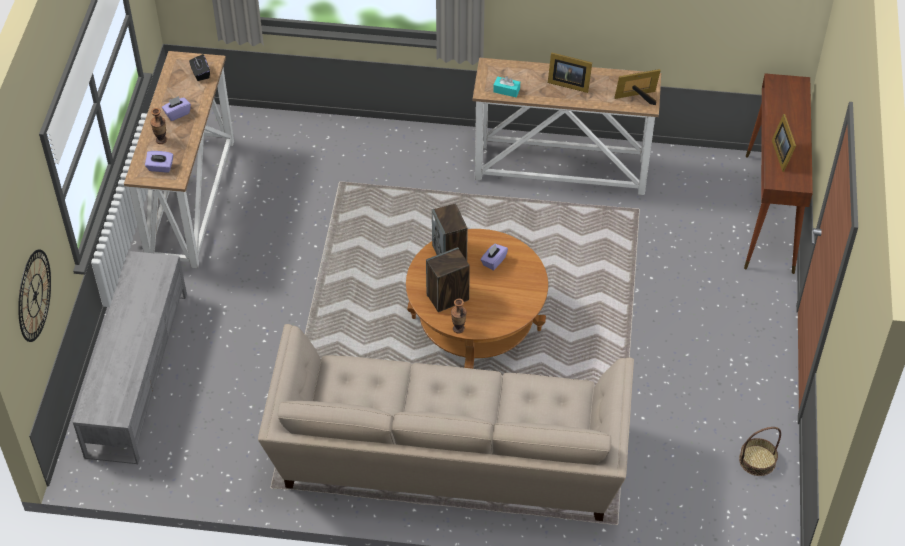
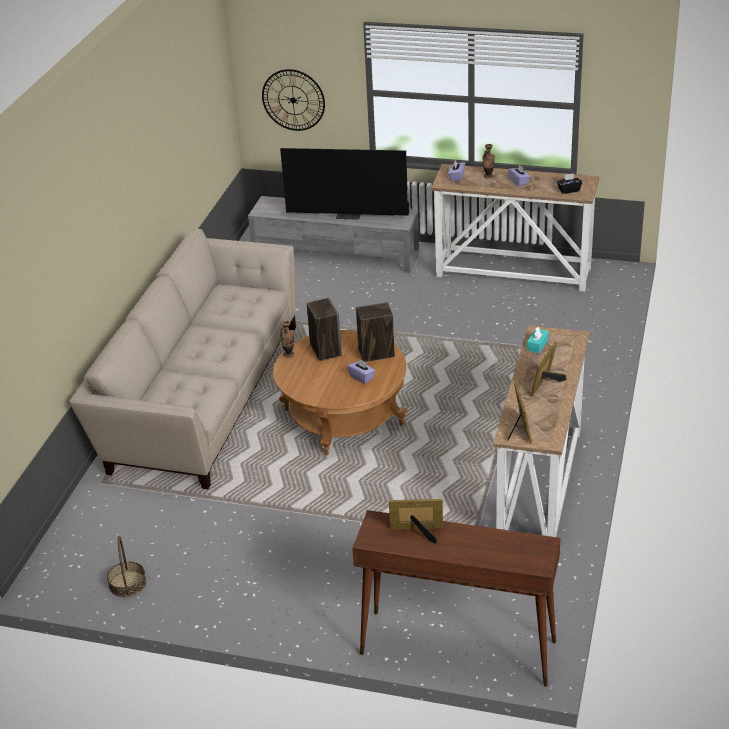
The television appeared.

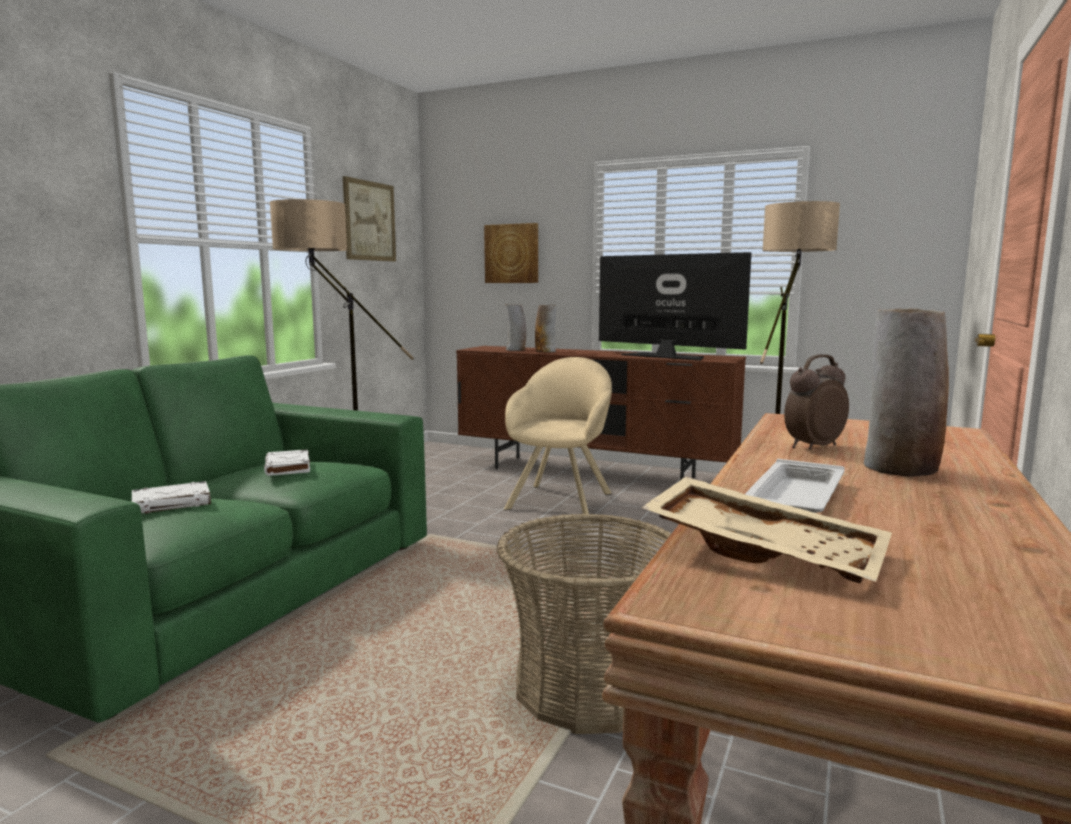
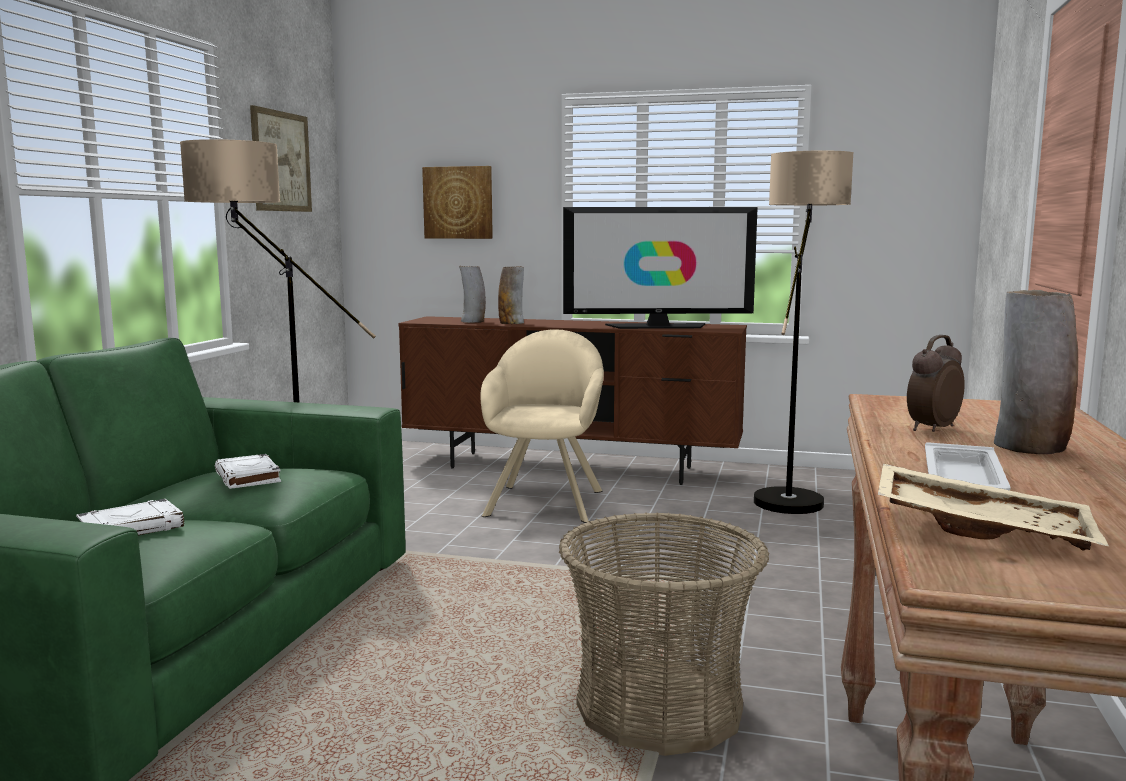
The television turned 150 degrees clockwise.

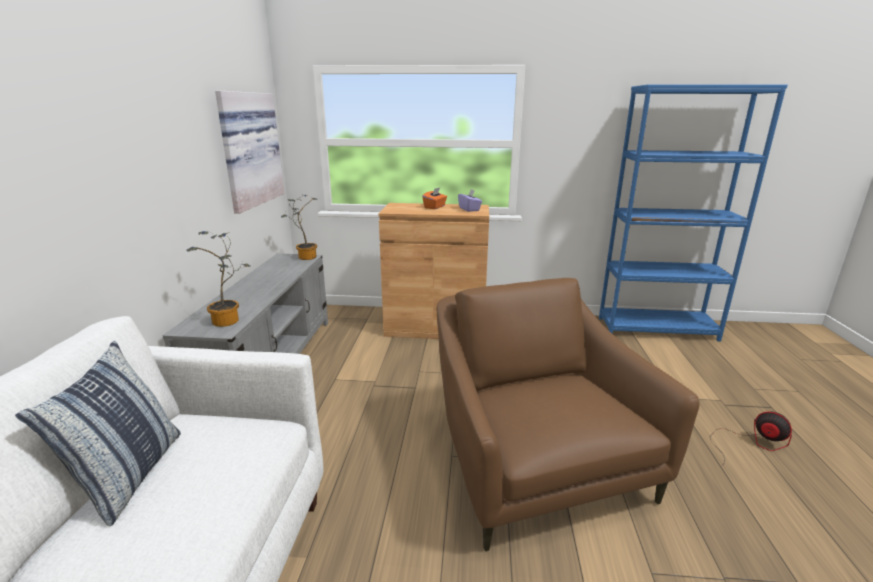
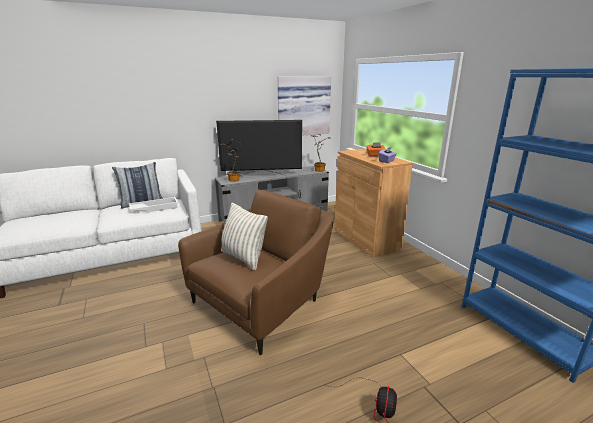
The white tray appeared. The television appeared. The pillow (no. 2 from left) appeared.

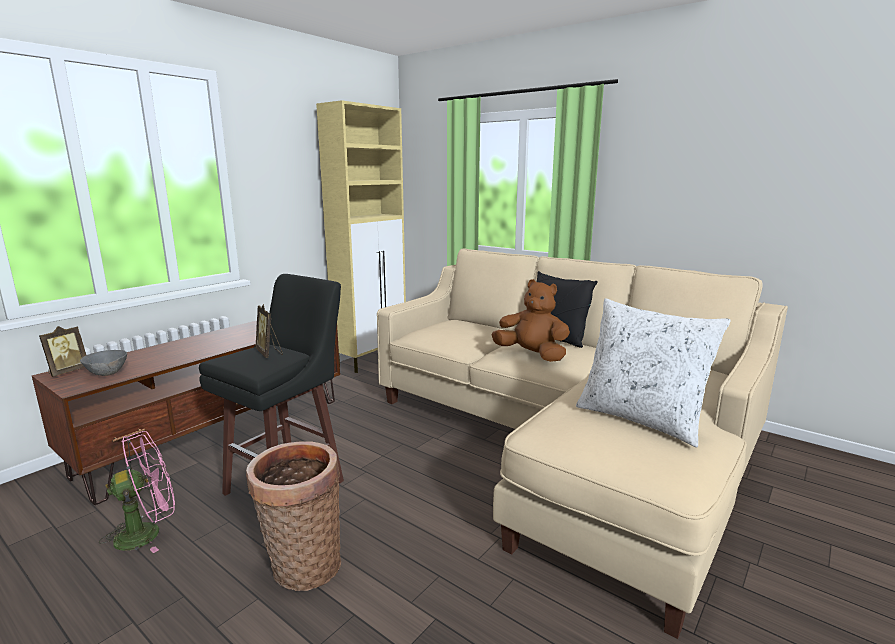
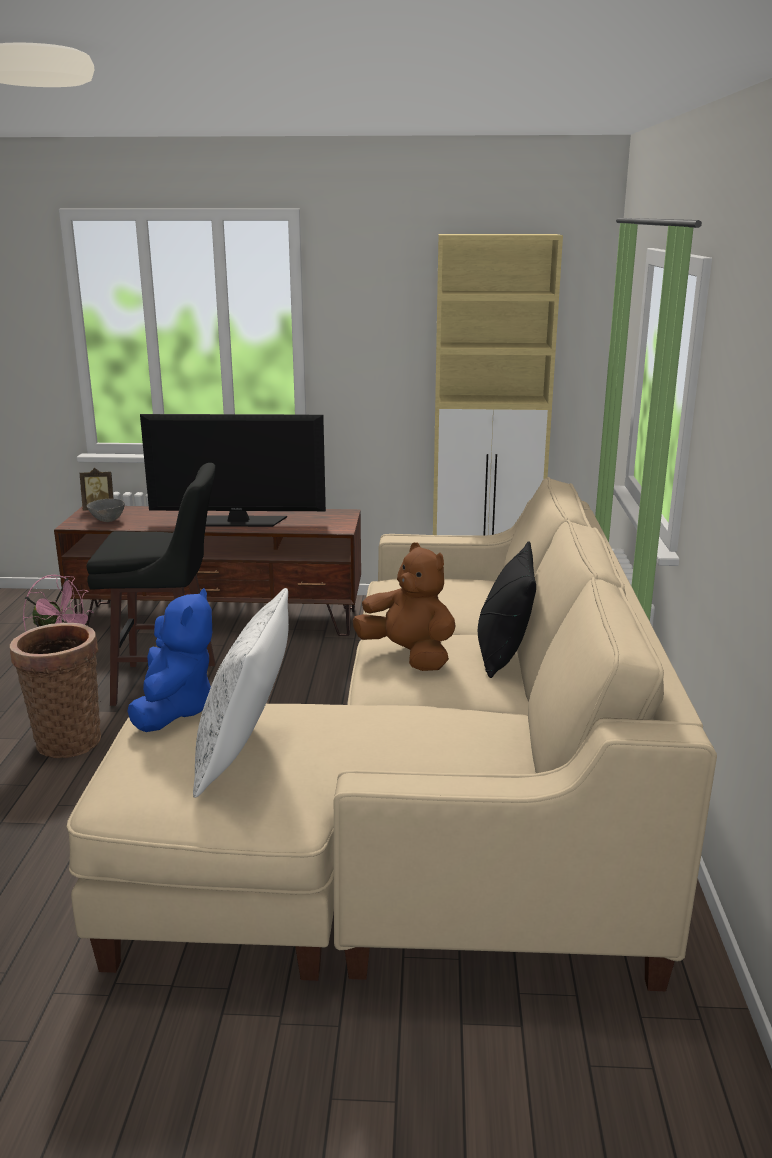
The blue plush toy appeared. The television appeared. The brown plush toy turned 45 degrees counterclockwise. The picture frame (no. 2 from left) disappeared.

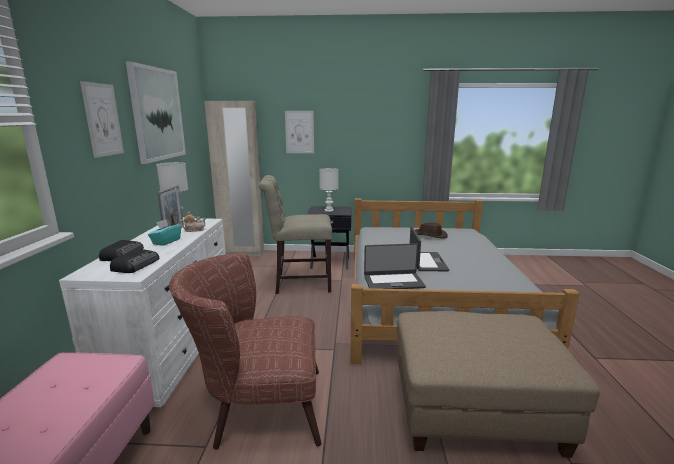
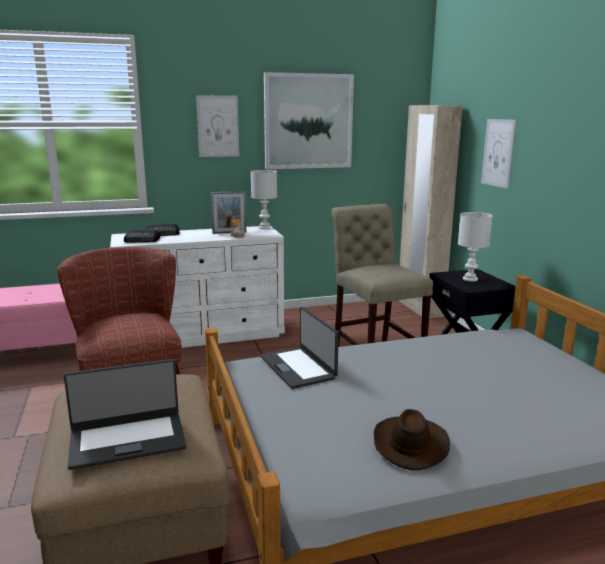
The laptop (no. 2 from left in the first image) moved. The brown hat moved. The turquoise tissue box disappeared.

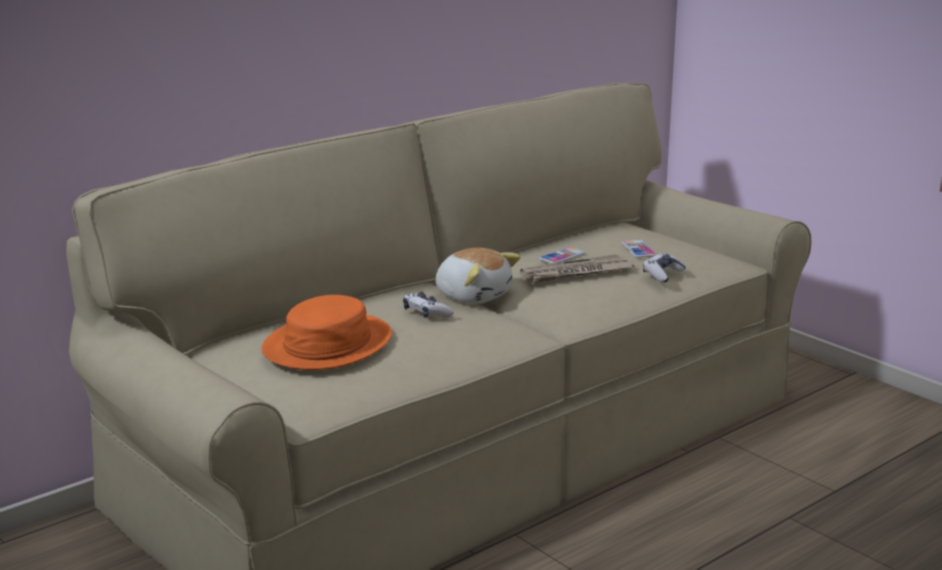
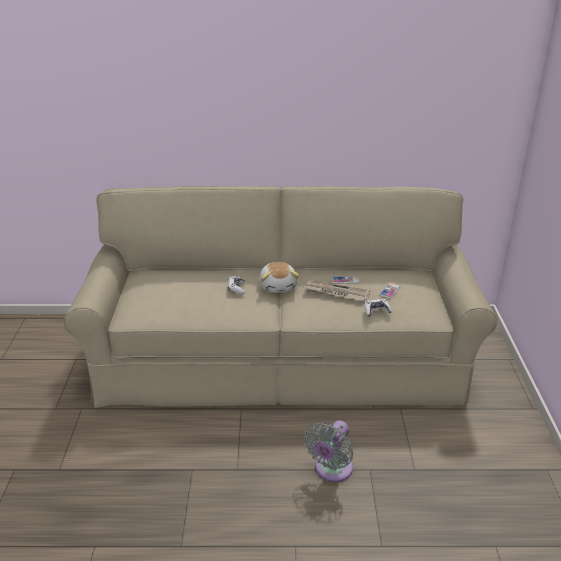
The grey fan appeared. The orange hat disappeared.

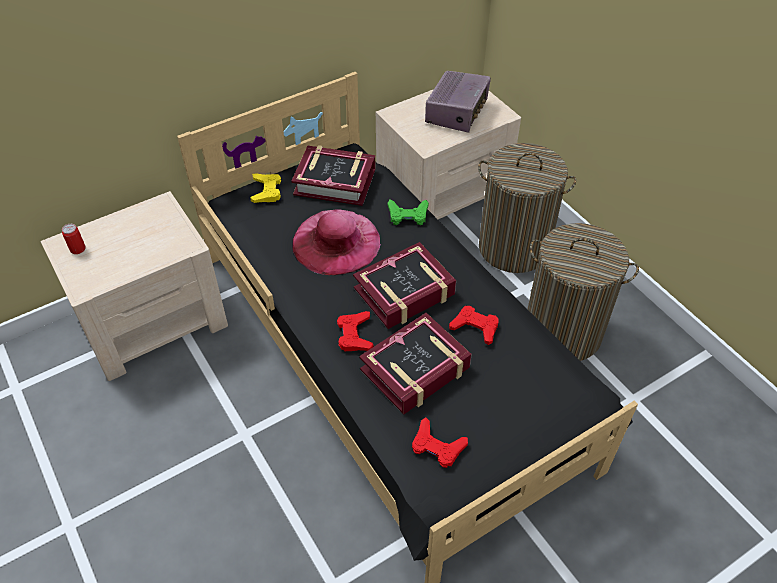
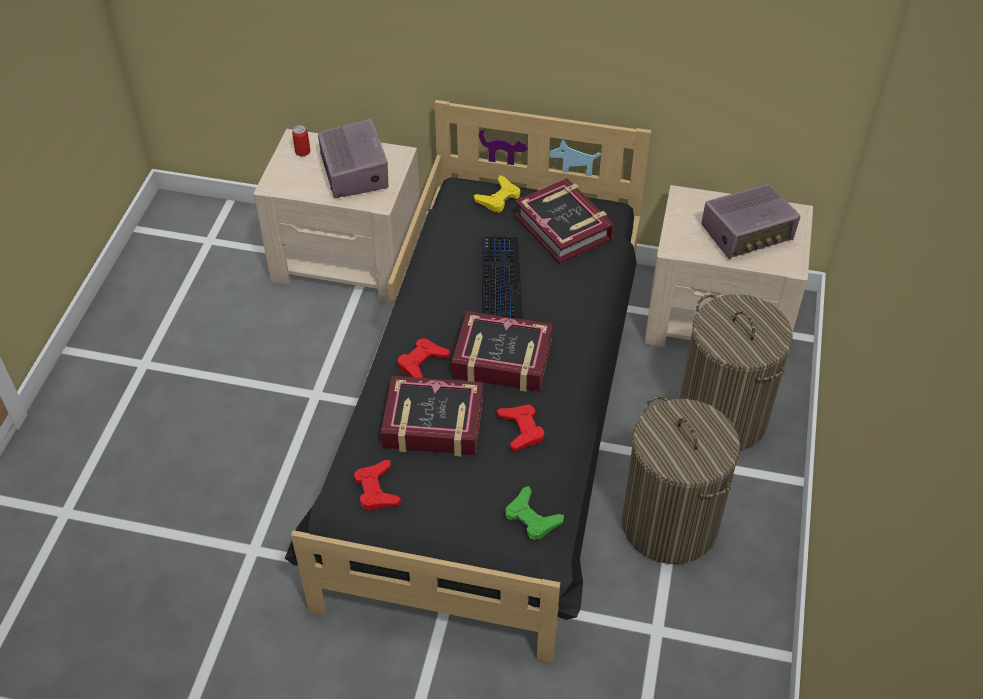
The radio (no. 1 from left) appeared. The pink hat was replaced by the keyboard. The green game controller moved.

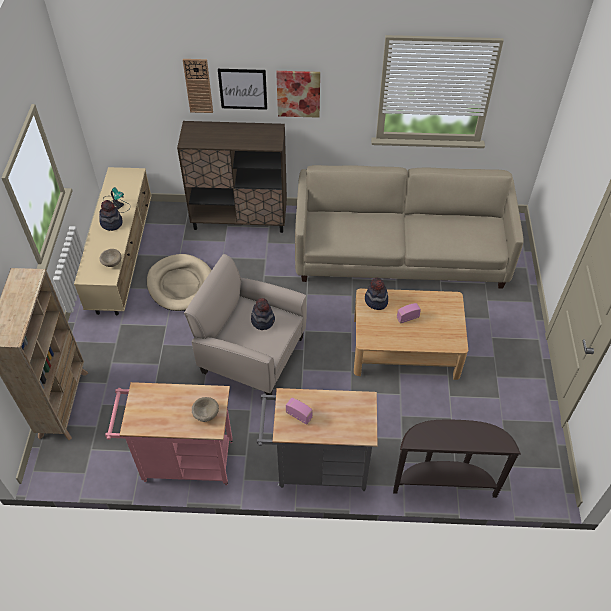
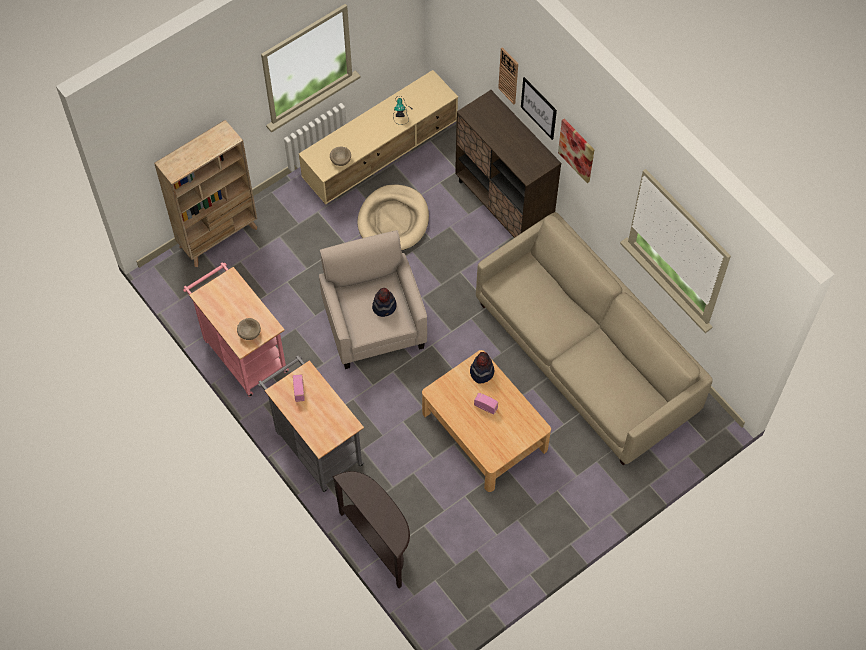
The hat (no. 1 from left) disappeared.

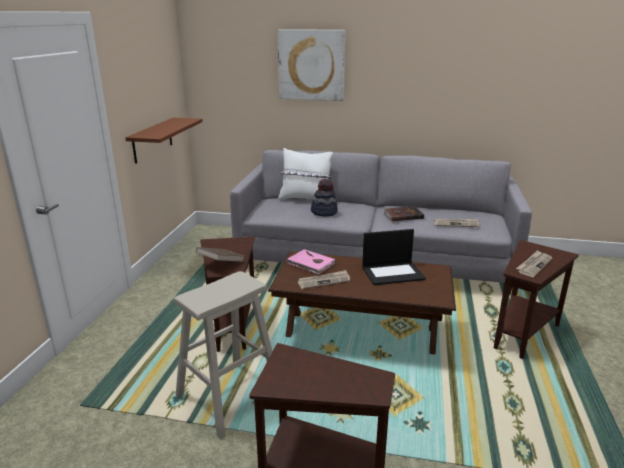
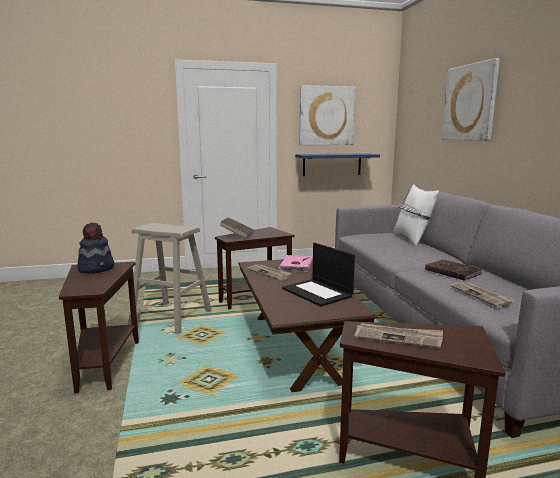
The hat moved. The brown shelf became the blue shelf. The picture (no. 1 from left) appeared.

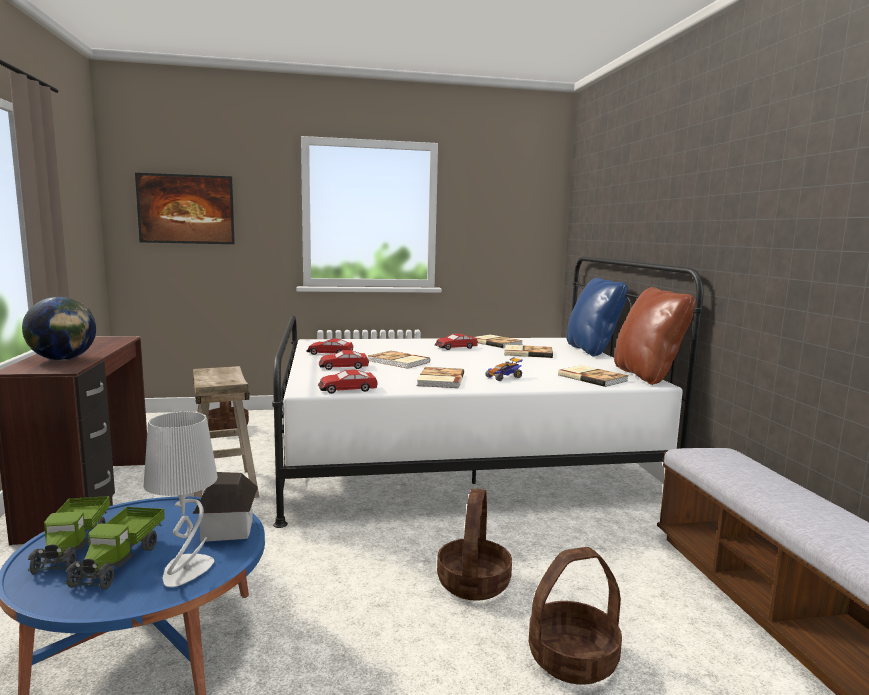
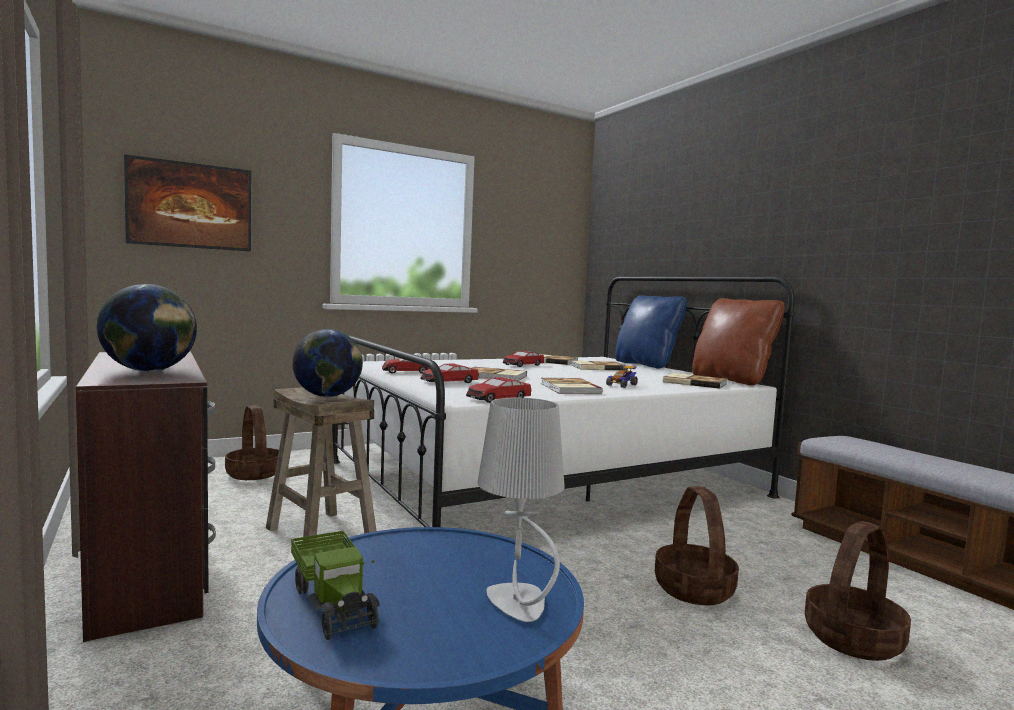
The globe (no. 2 from left) appeared. The toy truck (no. 2 from left) disappeared. The toy house disappeared.

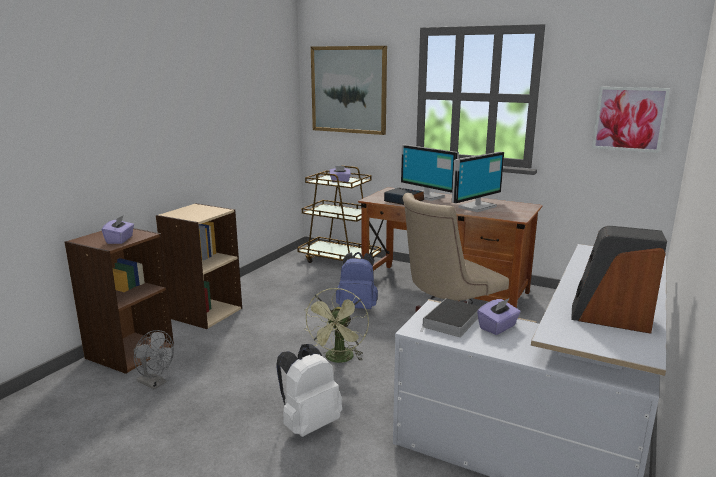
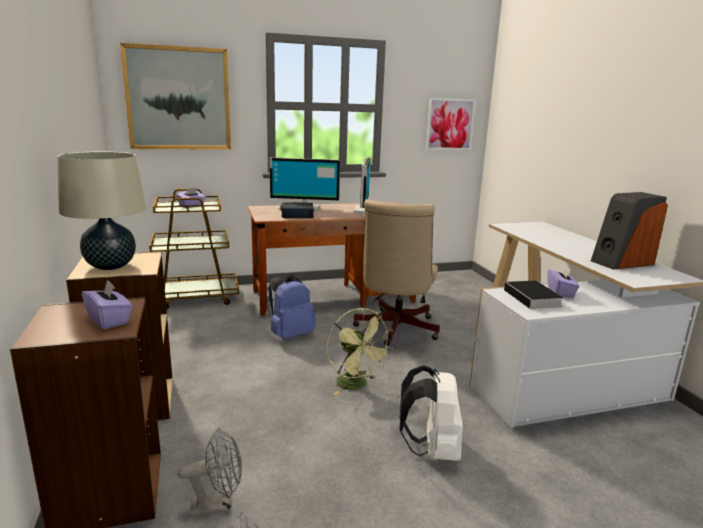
The beige table lamp appeared.

